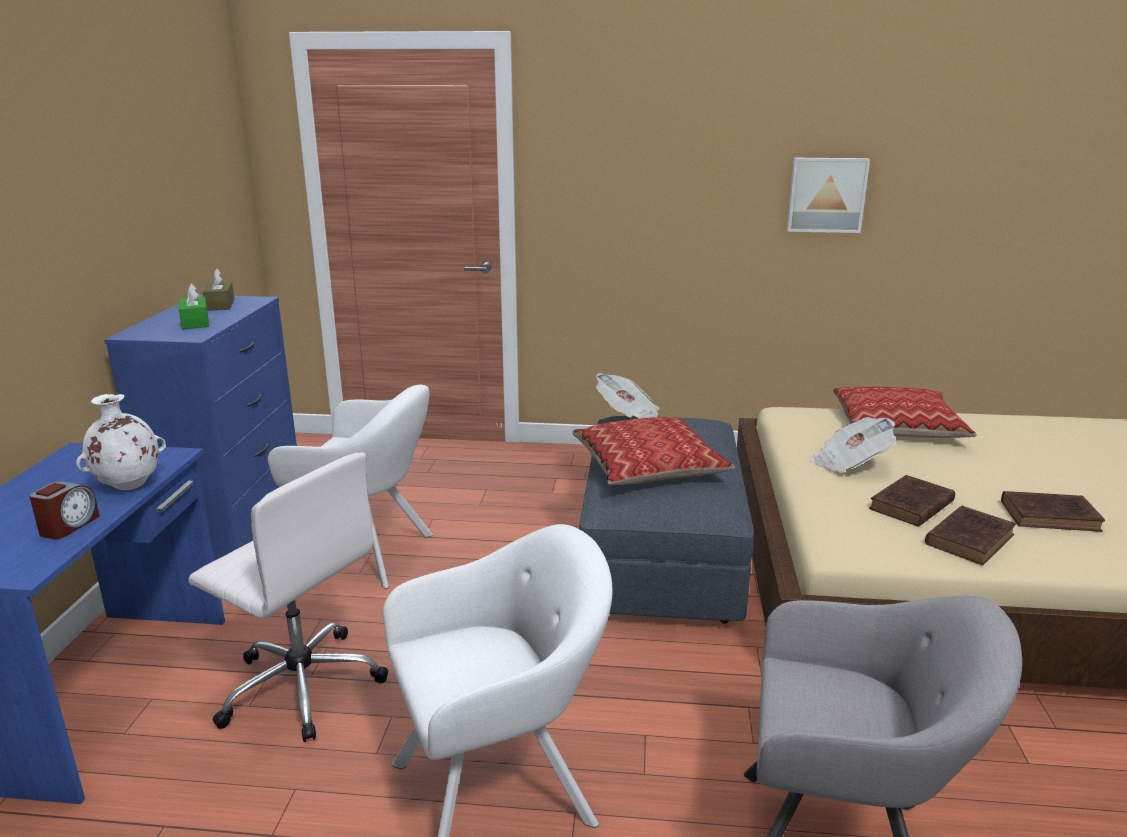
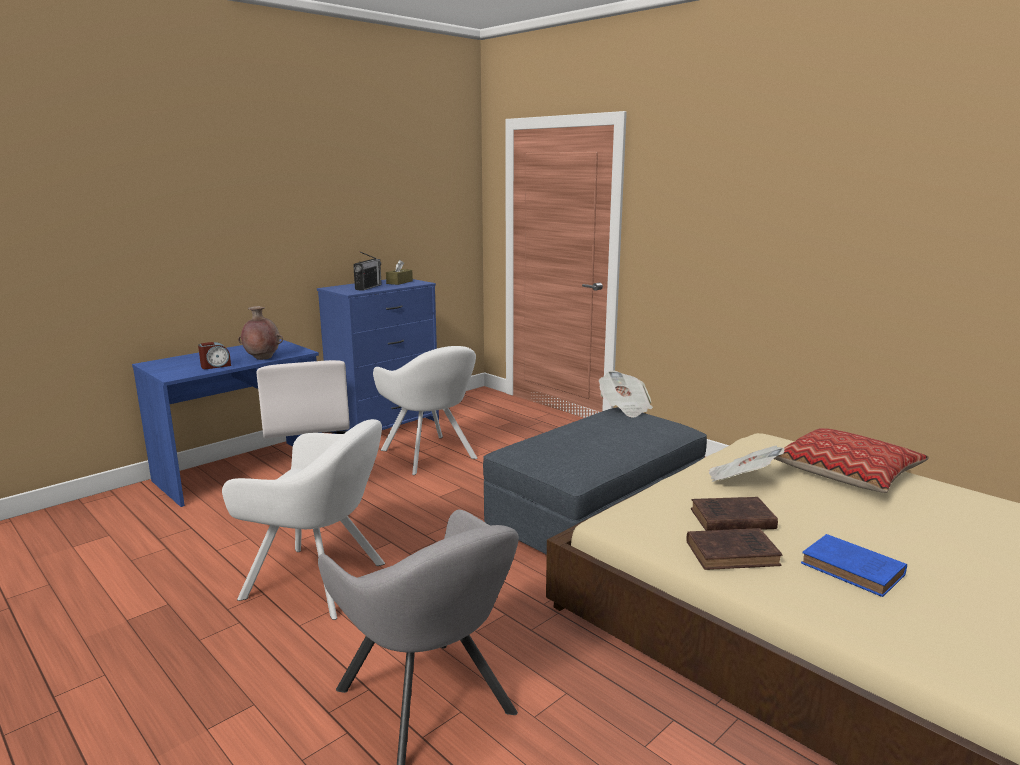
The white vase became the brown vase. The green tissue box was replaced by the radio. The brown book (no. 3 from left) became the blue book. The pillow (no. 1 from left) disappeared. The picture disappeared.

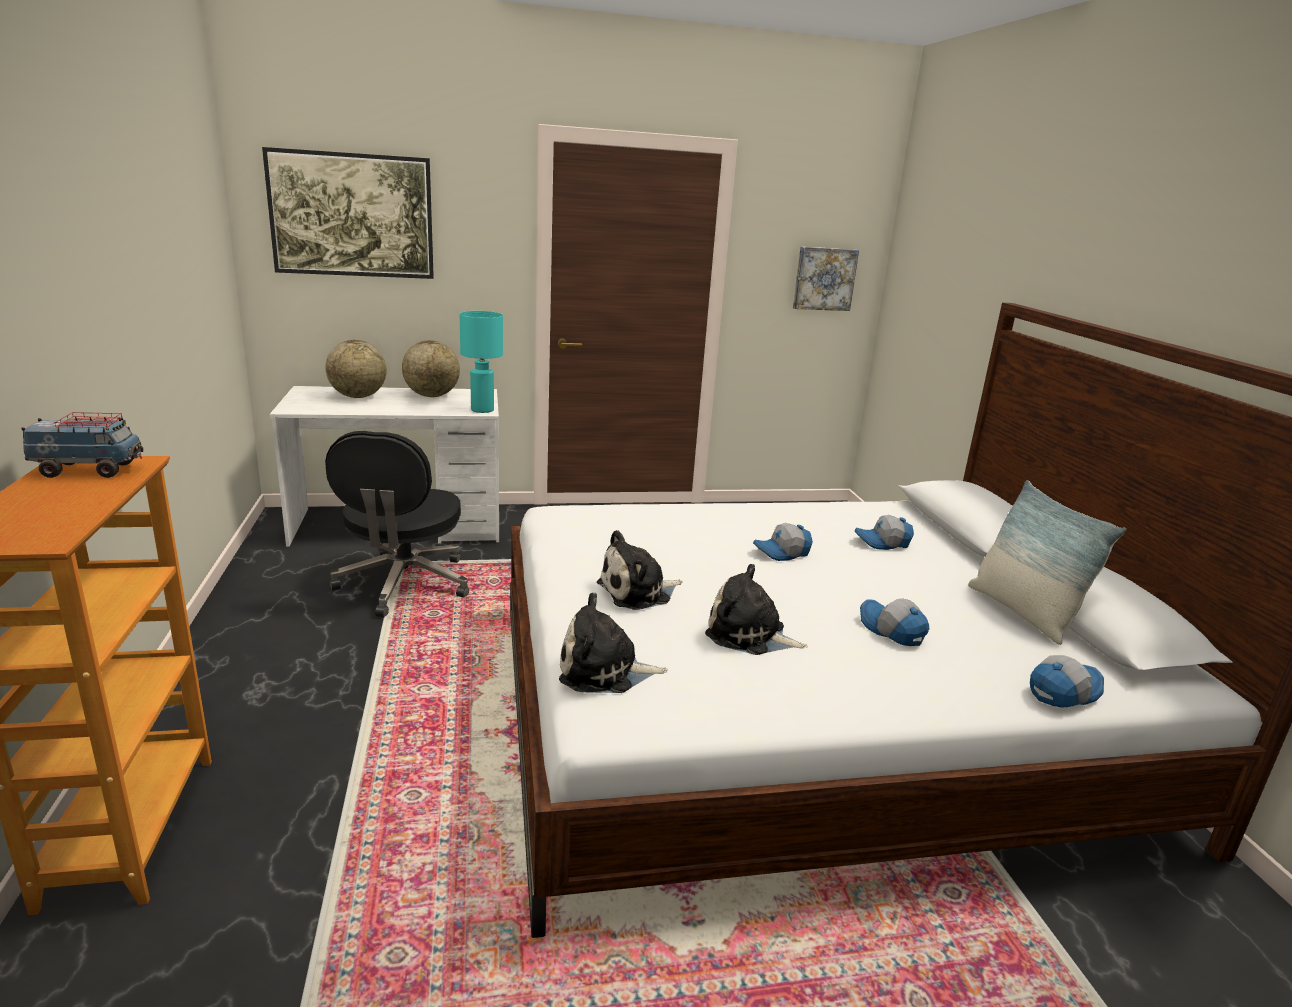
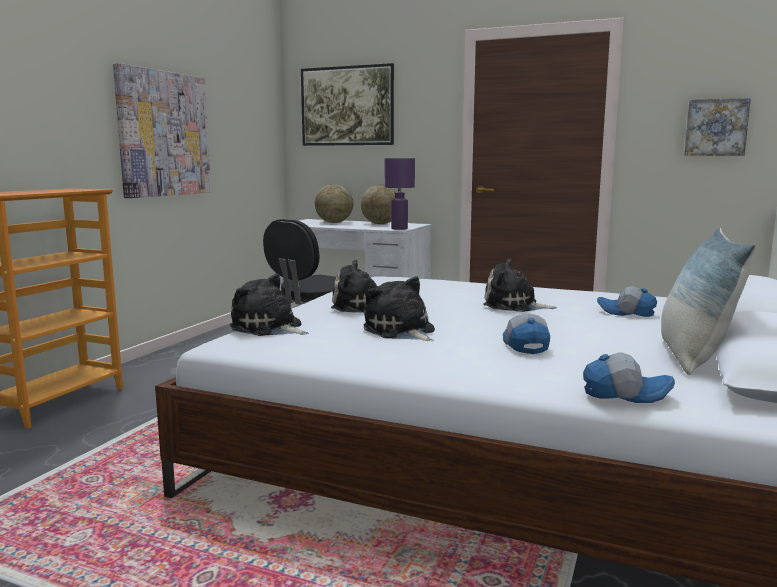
The picture (no. 1 from left) appeared. The turquoise table lamp became the purple table lamp. The cap (no. 1 from left) was replaced by the plush toy (no. 4 from left). The toy truck disappeared.

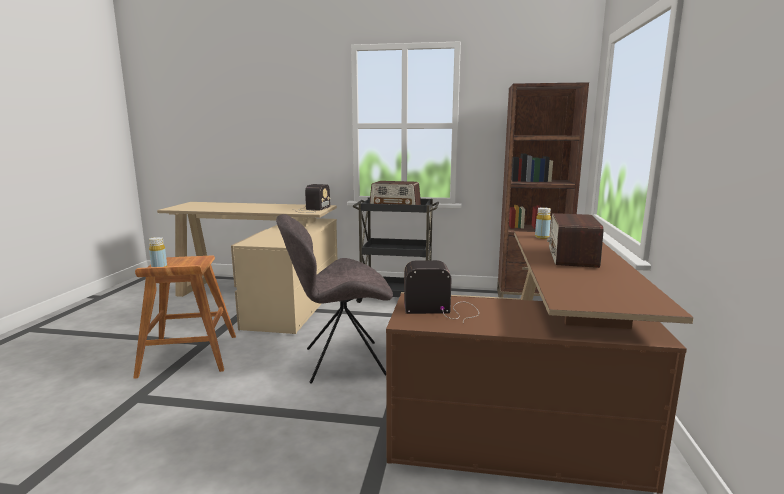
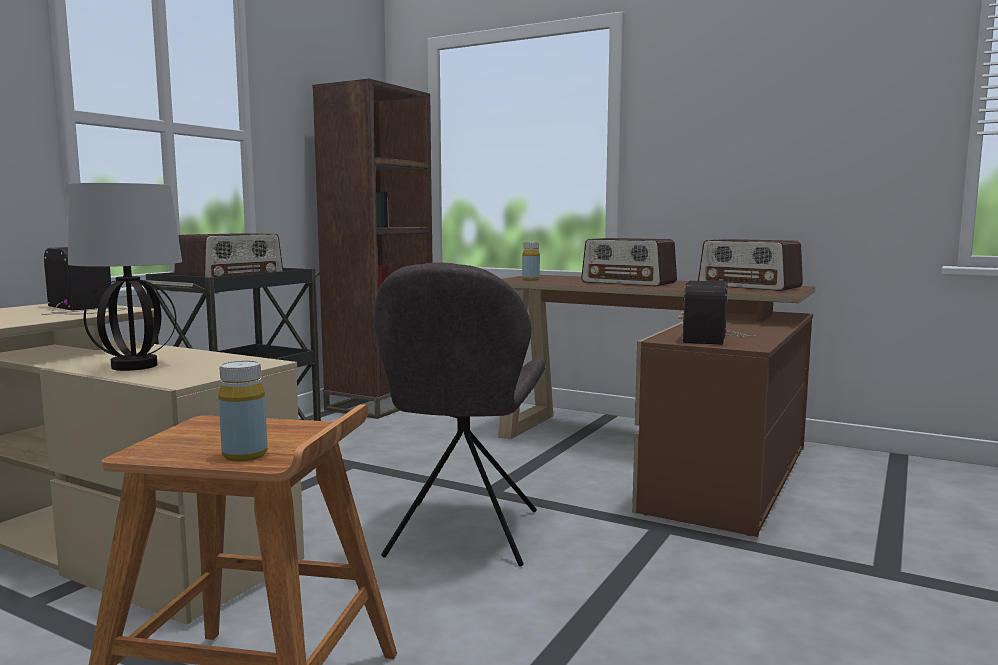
The table lamp appeared. The radio (no. 5 from left) appeared.

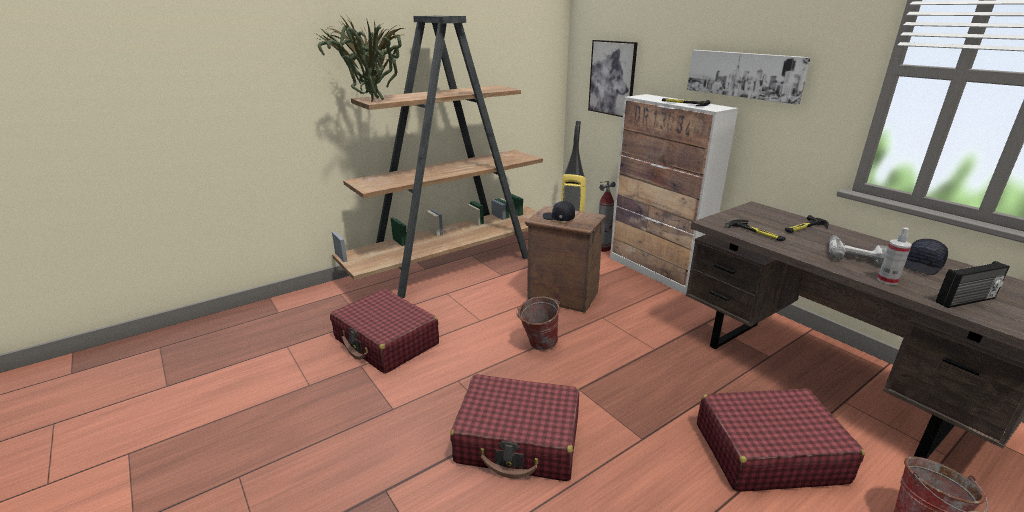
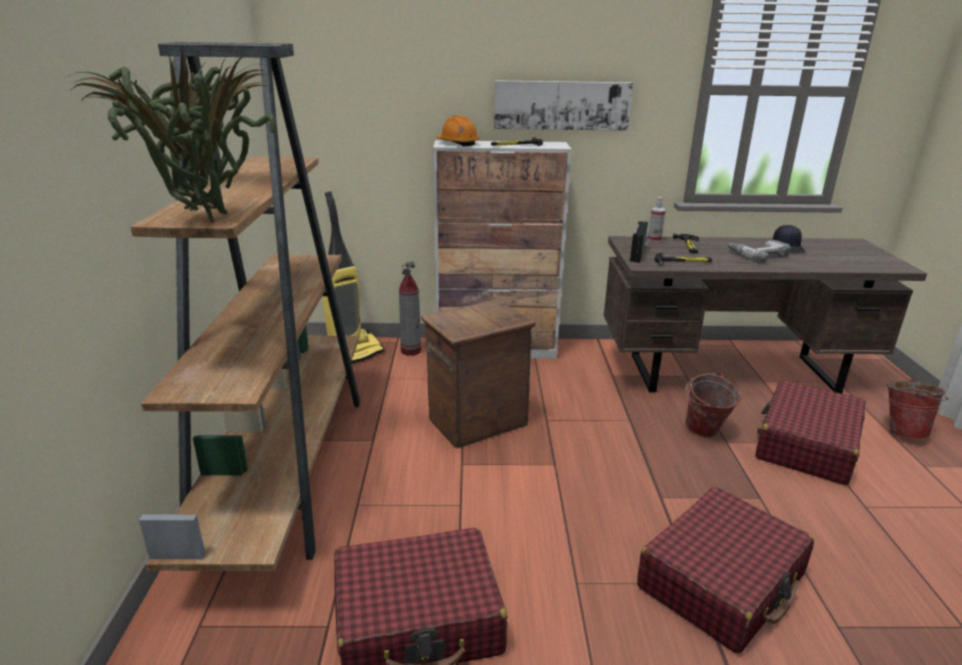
The orange hard hat appeared. The radio moved. The spray bottle moved. The bucket (no. 1 from left) moved. The black cap (no. 1 from left) disappeared. The picture (no. 1 from left) disappeared.

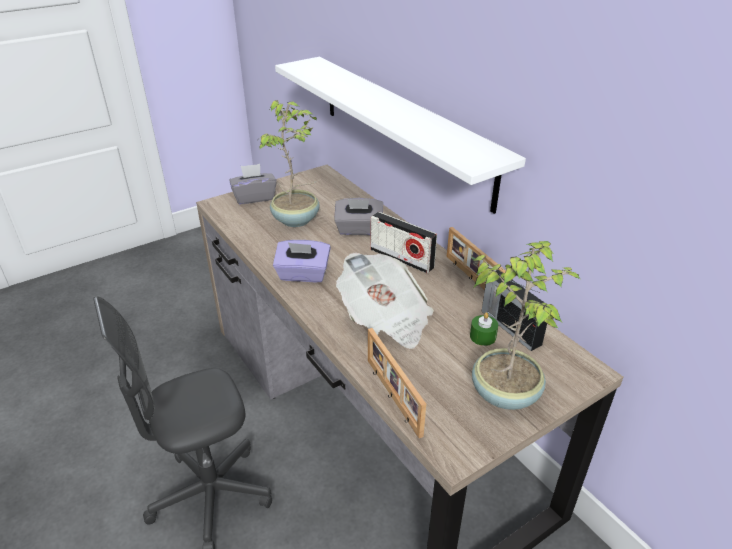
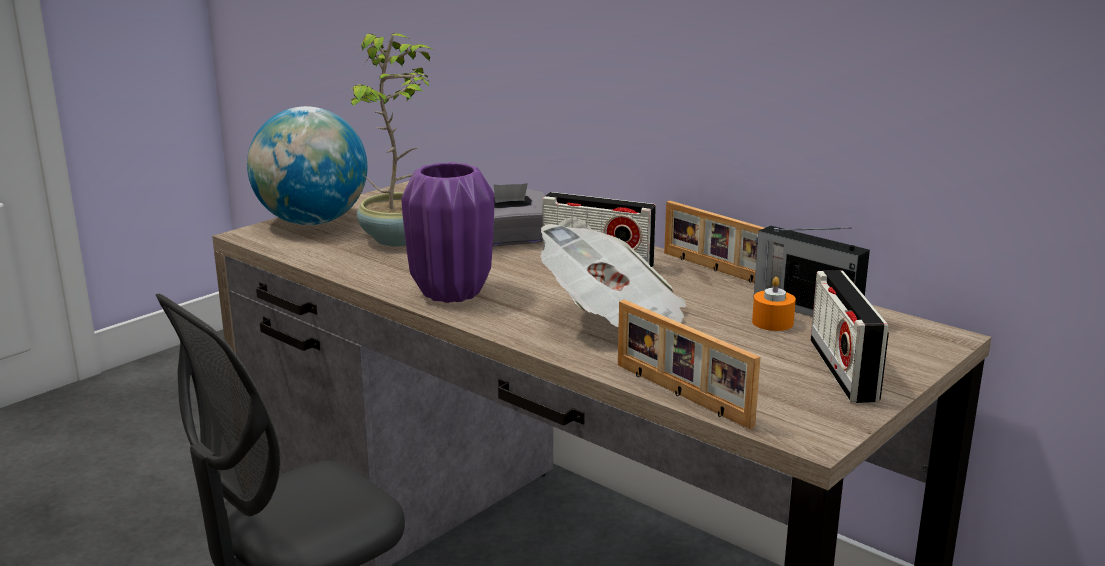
The grey tissue box (no. 1 from left) was replaced by the globe. The purple tissue box was replaced by the purple vase. The green candle became the orange candle. The potted plant (no. 2 from left) was replaced by the radio (no. 3 from left). The white shelf disappeared.

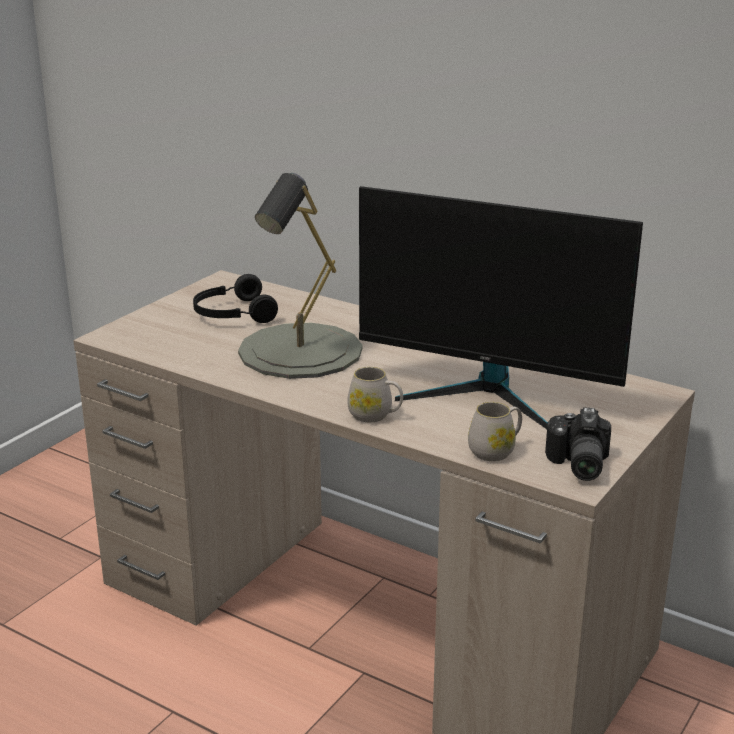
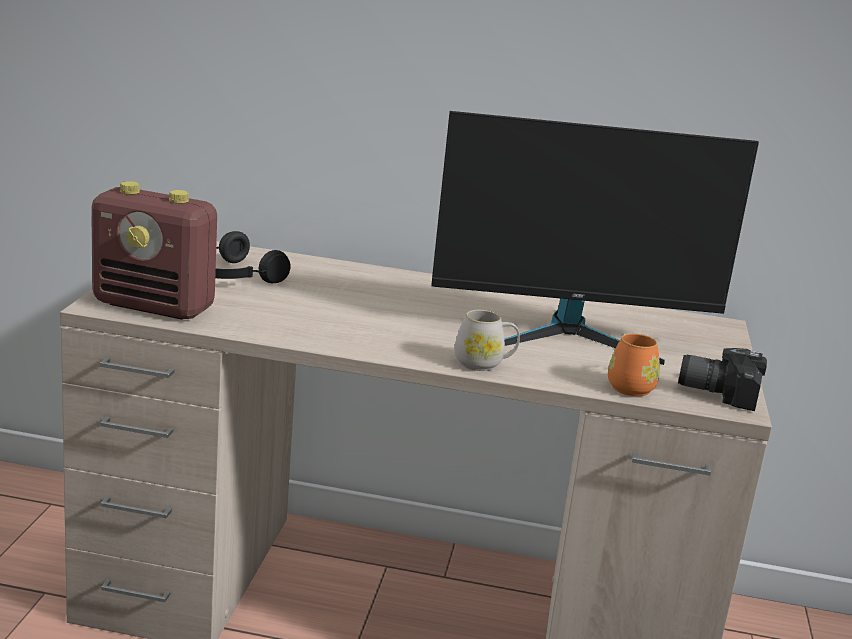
The radio appeared. The white mug (no. 2 from left) became the orange mug. The photo camera turned 120 degrees clockwise. The grey table lamp disappeared.

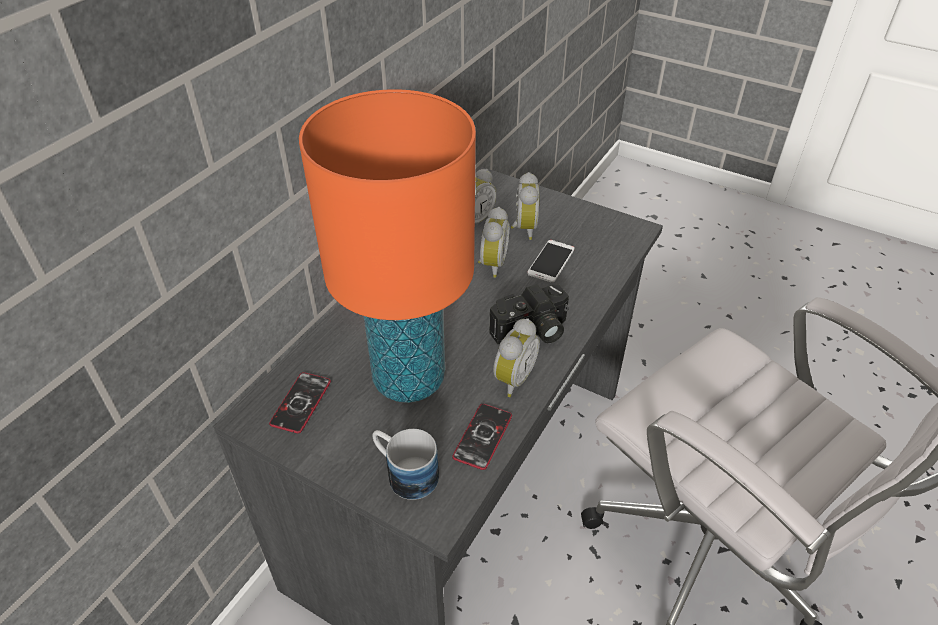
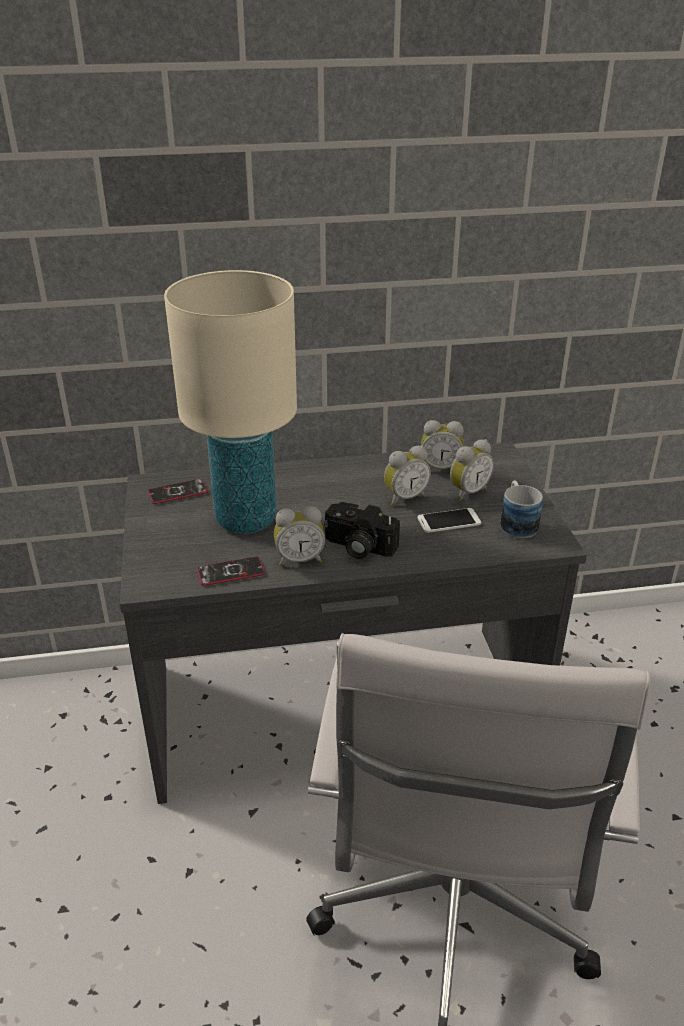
The orange table lamp became the beige table lamp. The mug moved.

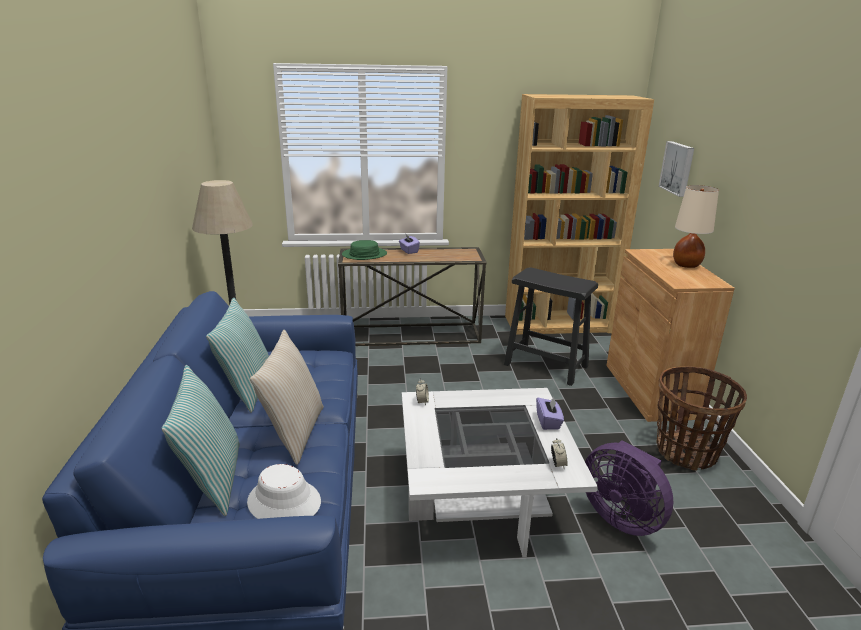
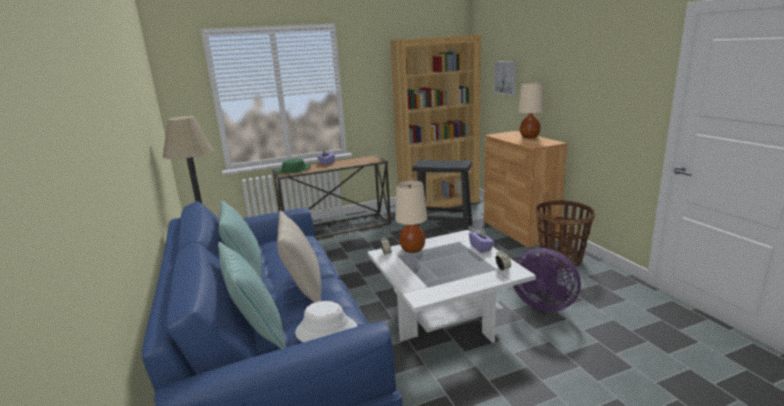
The beige table lamp (no. 1 from left) appeared.

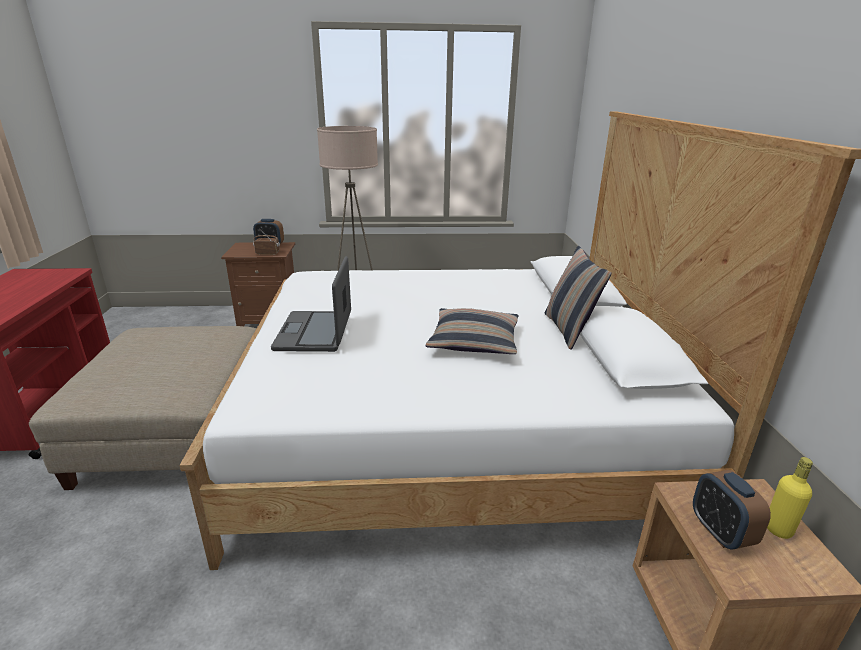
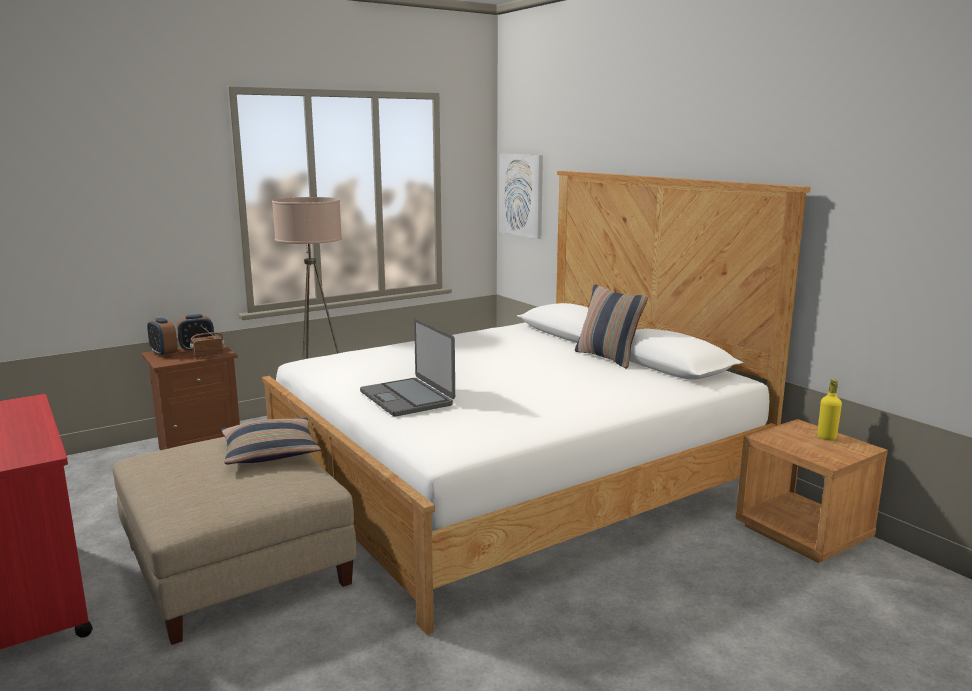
The alarm clock (no. 2 from left in the first image) moved. The pillow (no. 1 from left) moved. The picture appeared.

